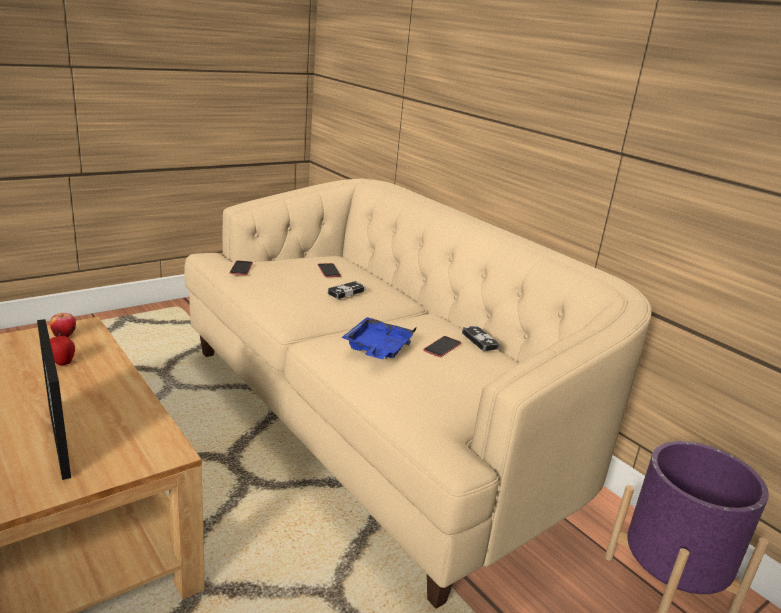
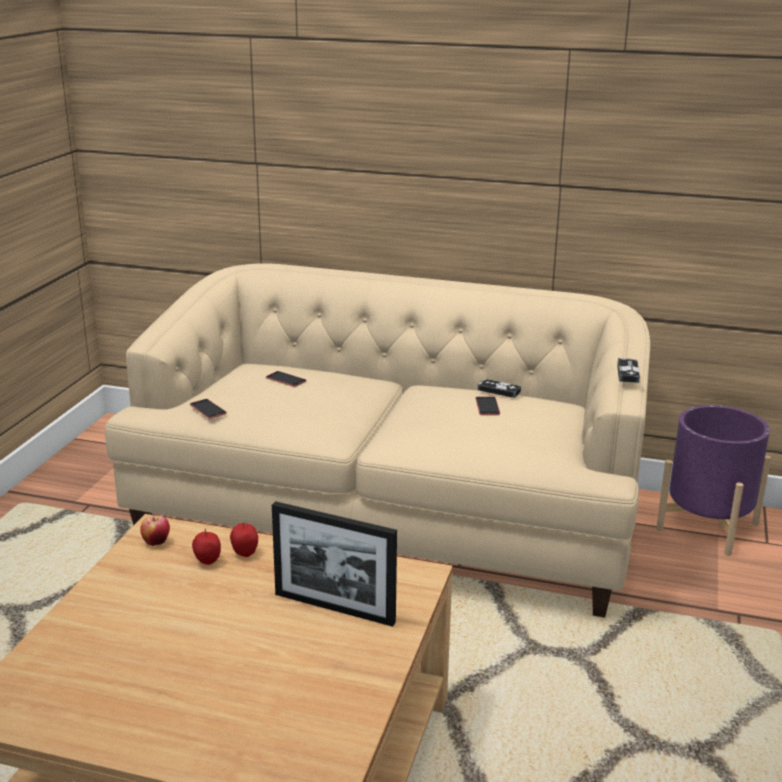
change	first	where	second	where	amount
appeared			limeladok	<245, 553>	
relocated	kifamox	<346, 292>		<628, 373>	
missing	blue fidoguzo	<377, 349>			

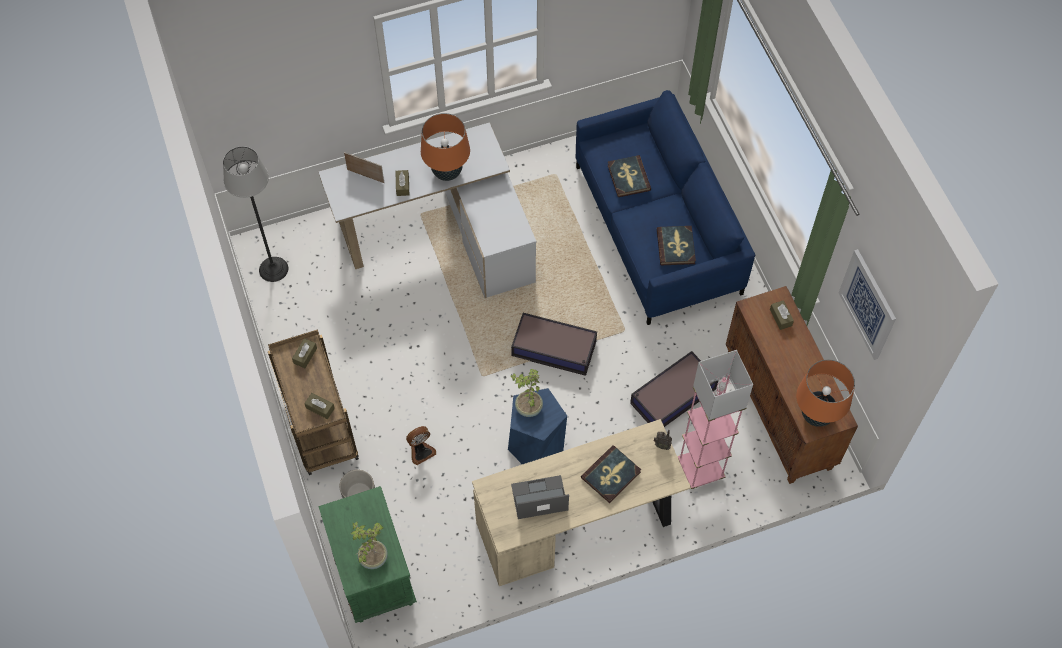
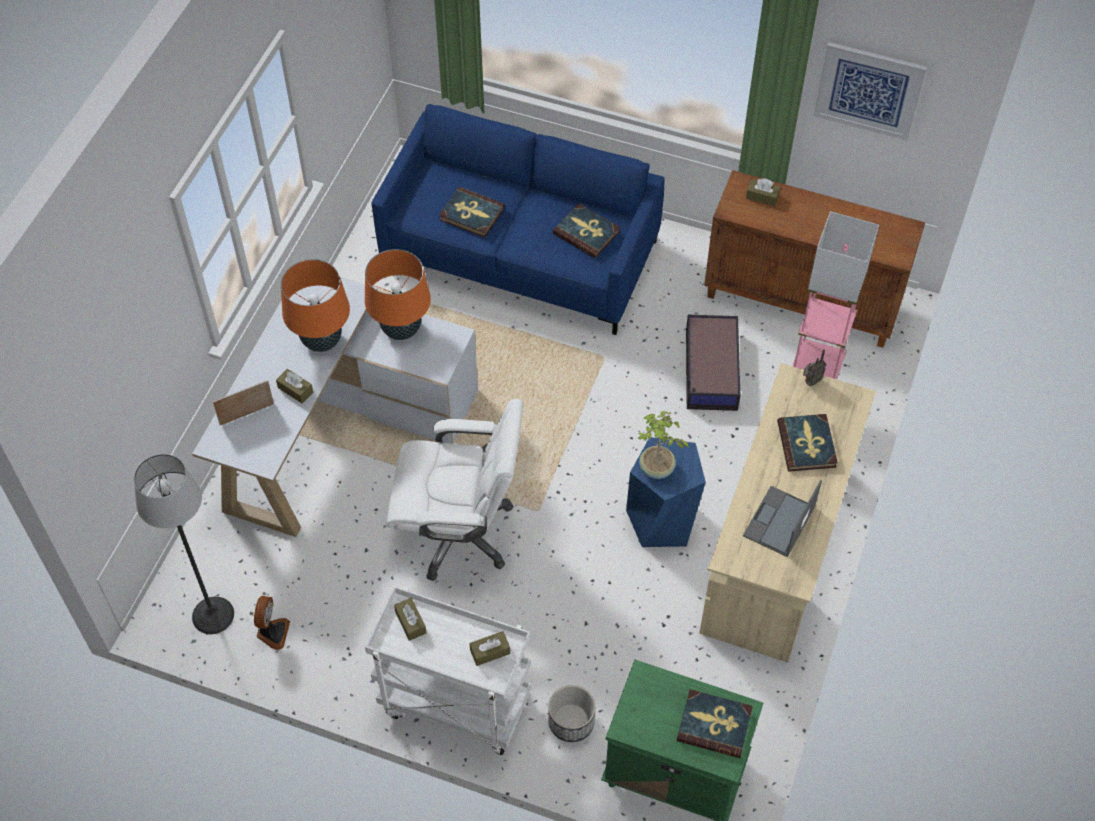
change	first	where	second	where	amount
relocated	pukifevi	<421, 451>		<272, 632>	
relocated	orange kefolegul	<816, 415>		<401, 329>	
colour	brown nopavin	<319, 427>	white nopavin	<453, 704>	
appeared			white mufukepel	<459, 531>	
exchanged	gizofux	<372, 558>	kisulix	<714, 725>	
missing	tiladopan	<555, 349>			

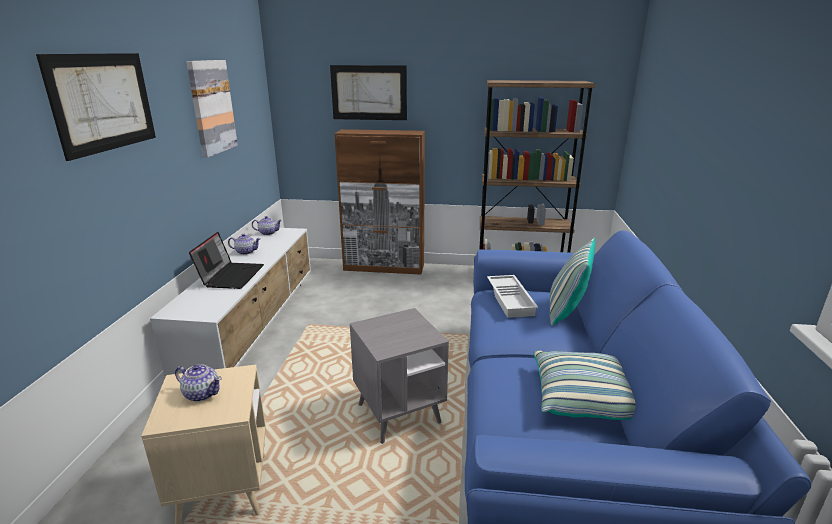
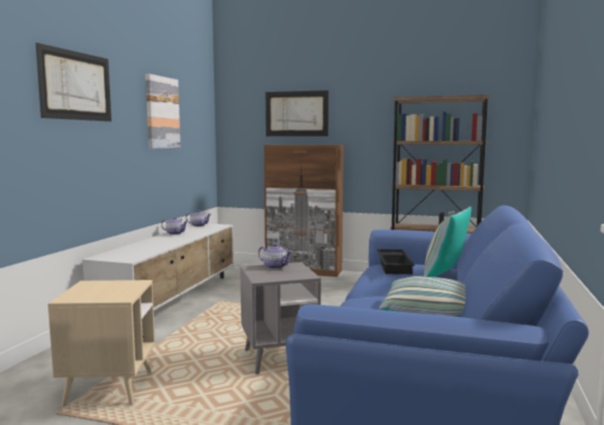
change	first	where	second	where	amount
relocated	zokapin	<202, 393>		<275, 267>	
colour	white fidoguzo	<511, 300>	black fidoguzo	<395, 265>	
missing	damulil	<231, 276>			

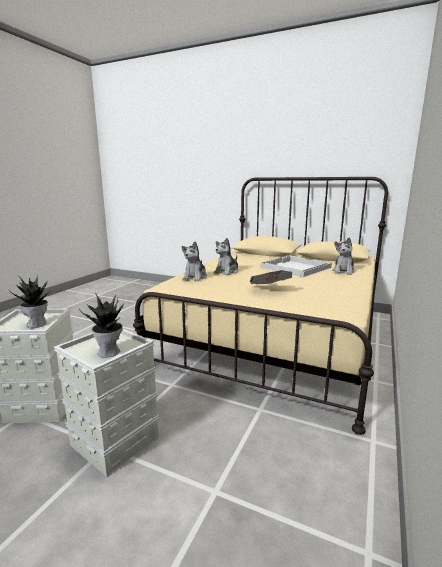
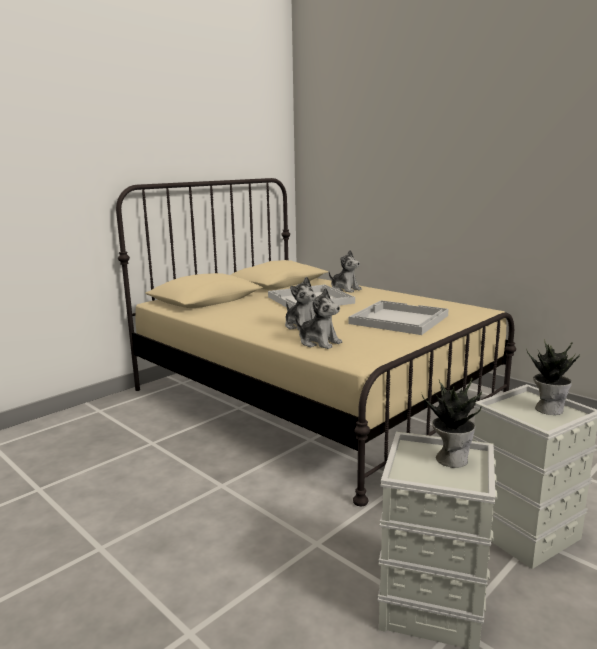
change	first	where	second	where	amount
exchanged	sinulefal	<270, 289>	white fidoguzo	<398, 319>	

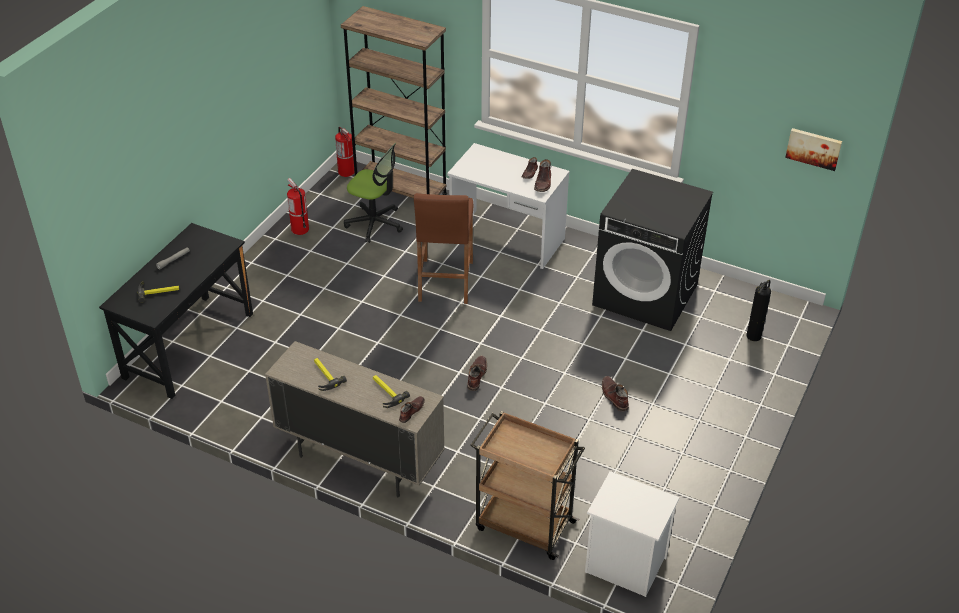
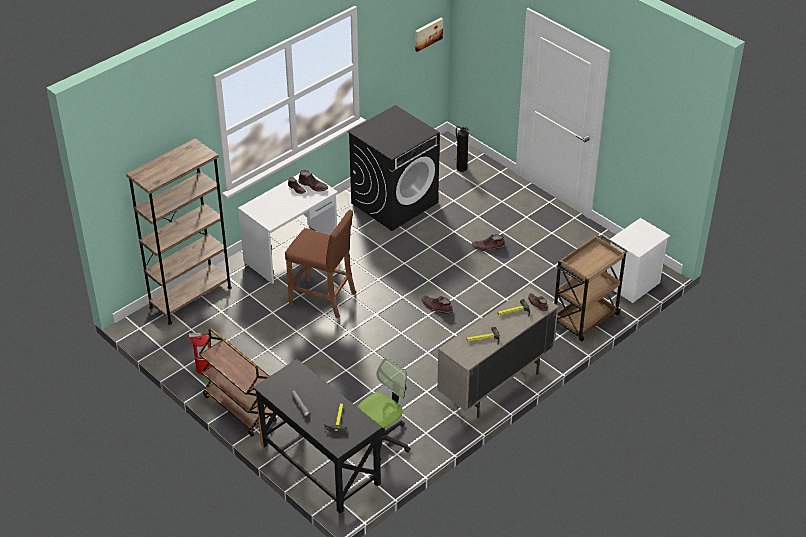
change	first	where	second	where	amount
appeared			brown nopavin	<239, 408>	
relocated	mufukepel	<375, 223>		<382, 440>	
missing	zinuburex	<346, 172>			

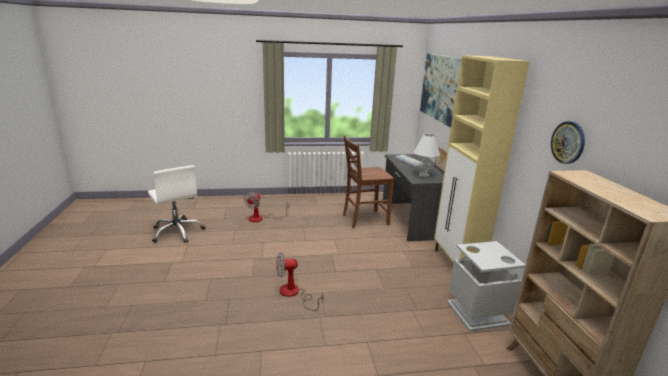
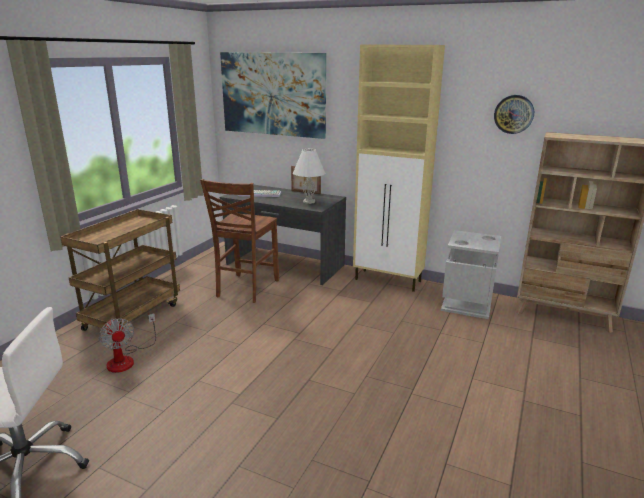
change	first	where	second	where	amount
appeared			brown nopavin	<133, 315>	
missing	pukifevi	<294, 294>			

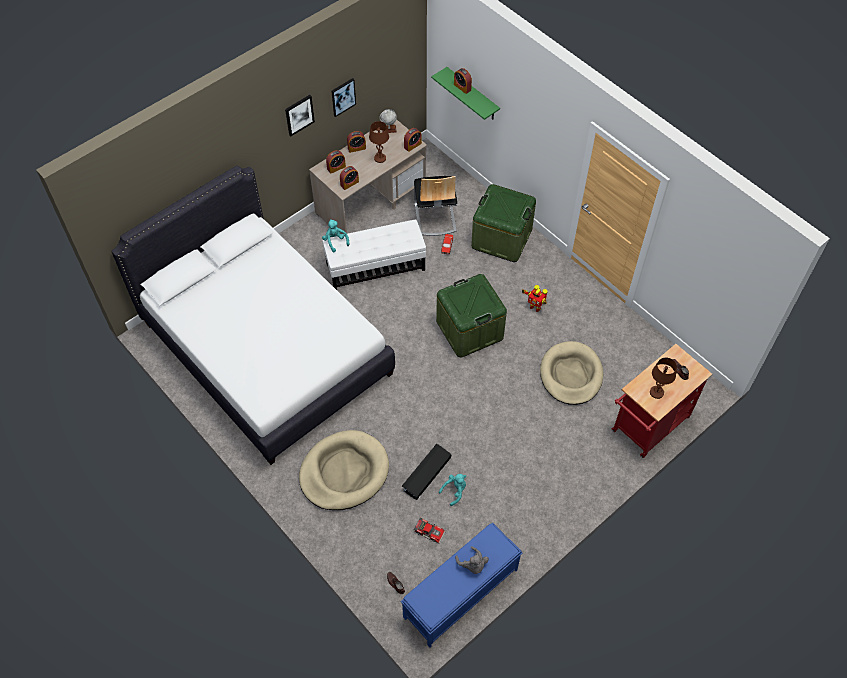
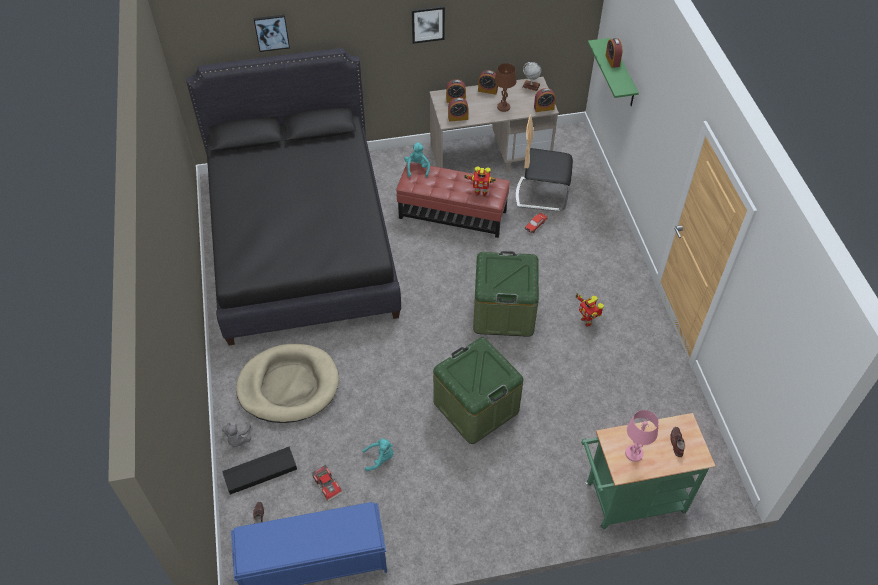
change	first	where	second	where	amount
colour	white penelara	<266, 348>	black penelara	<301, 242>	
relocated	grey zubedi	<472, 565>		<238, 439>	
relocated	black tiladopan	<426, 473>		<260, 472>	
relocated	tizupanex	<343, 97>		<271, 32>	
colour	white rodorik	<375, 266>	red rodorik	<452, 214>	
relocated	green tiladopan	<501, 238>		<476, 407>	
appeared			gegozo	<480, 192>	
spun	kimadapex	<434, 217>		<542, 194>	75 degrees clockwise
colour	red nopavin	<647, 428>	green nopavin	<628, 500>	
colour	brown kefolegul	<656, 392>	pink kefolegul	<634, 453>	
missing	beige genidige	<571, 375>			

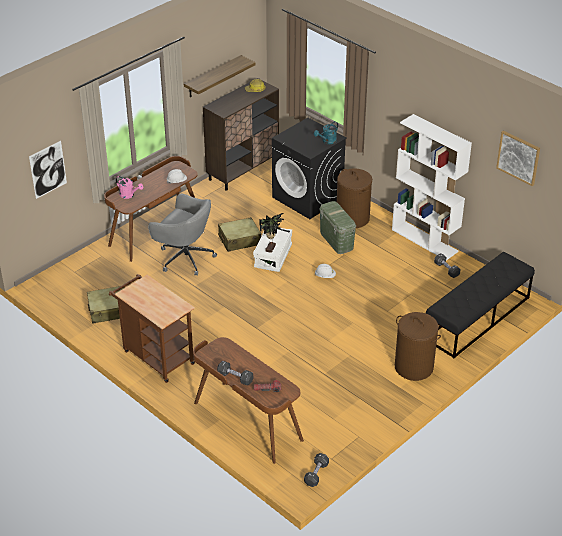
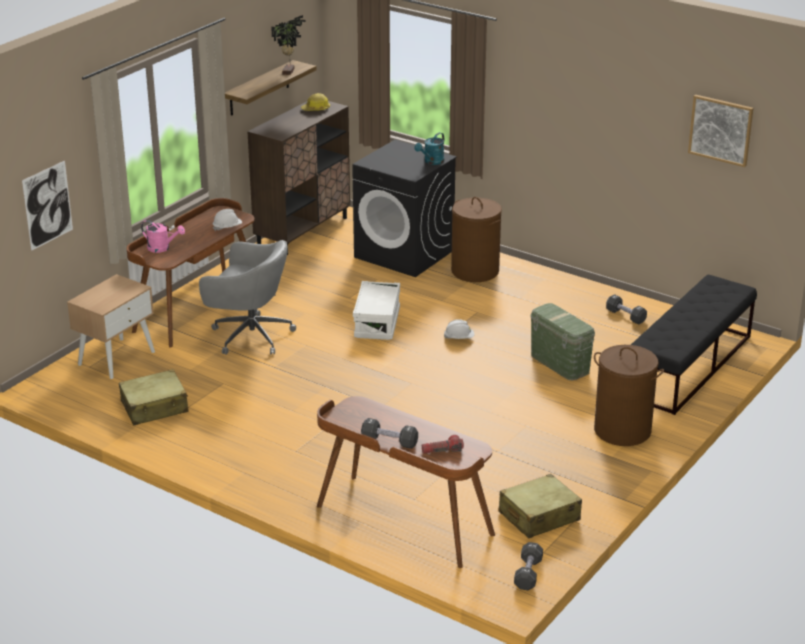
change	first	where	second	where	amount
appeared			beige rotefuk	<116, 358>	
relocated	gizofux	<271, 248>		<289, 71>	
relocated	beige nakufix	<239, 240>		<538, 516>	
relocated	green tiladopan	<336, 240>		<559, 363>	
missing	brown nopavin	<155, 356>			
missing	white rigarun	<425, 240>			

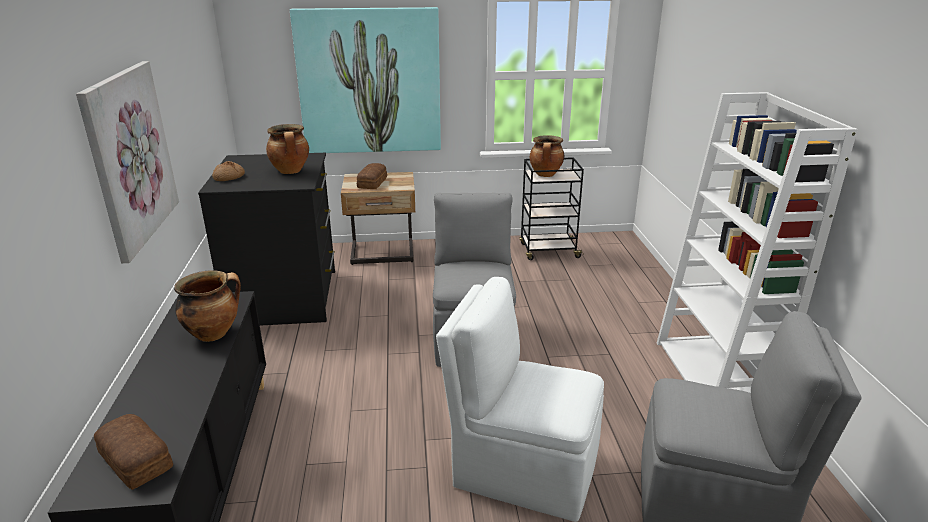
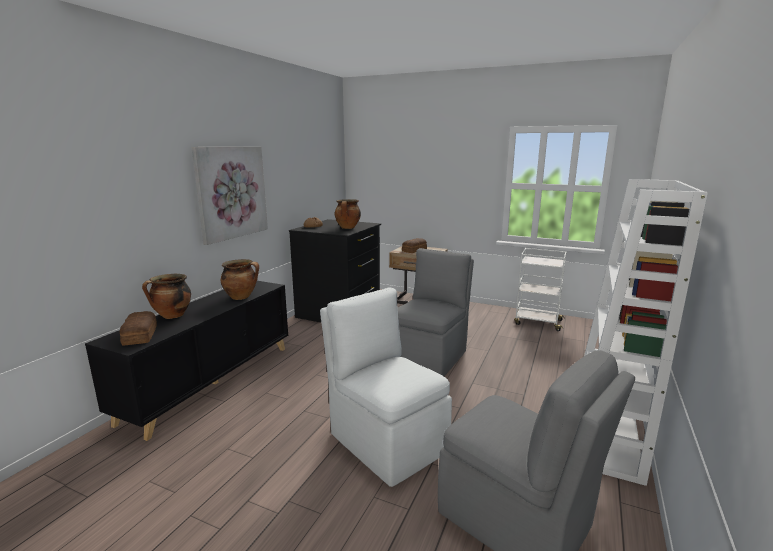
change	first	where	second	where	amount
relocated	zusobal	<546, 175>		<172, 316>	
colour	black nopavin	<548, 251>	white nopavin	<537, 322>	
missing	tizupanex	<369, 82>			

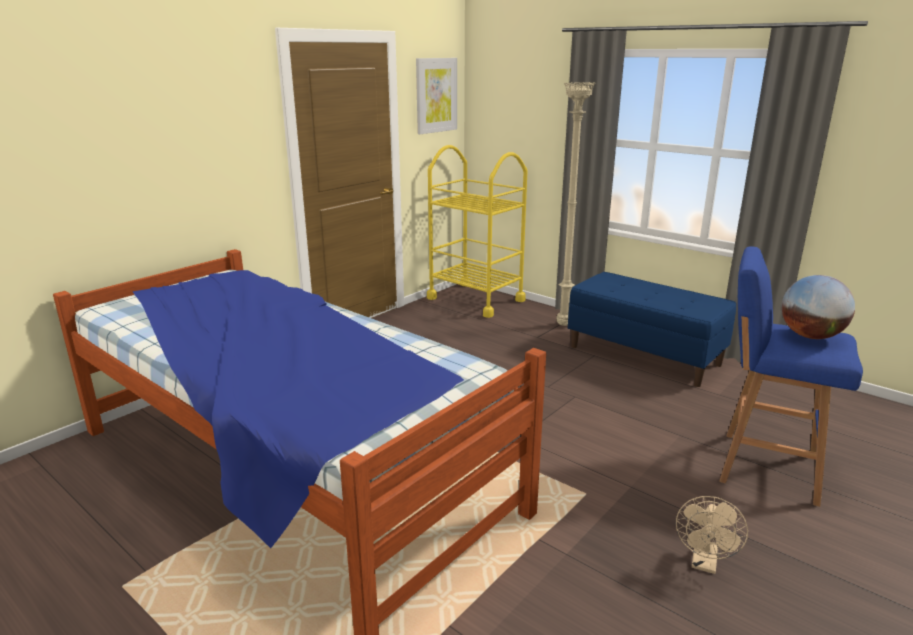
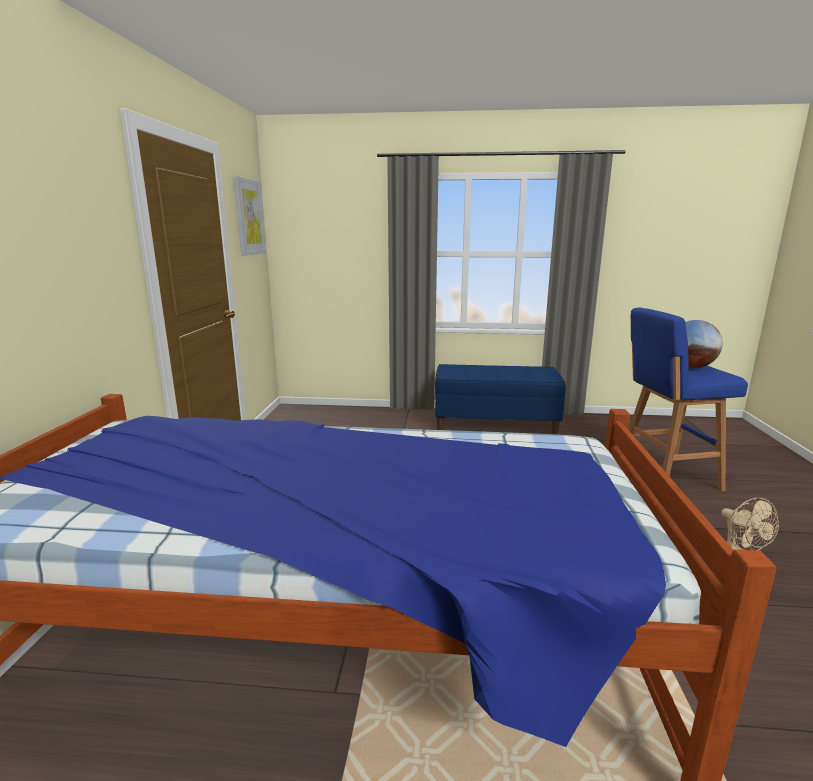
change	first	where	second	where	amount
missing	yellow nopavin	<475, 299>			
missing	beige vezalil	<562, 325>			

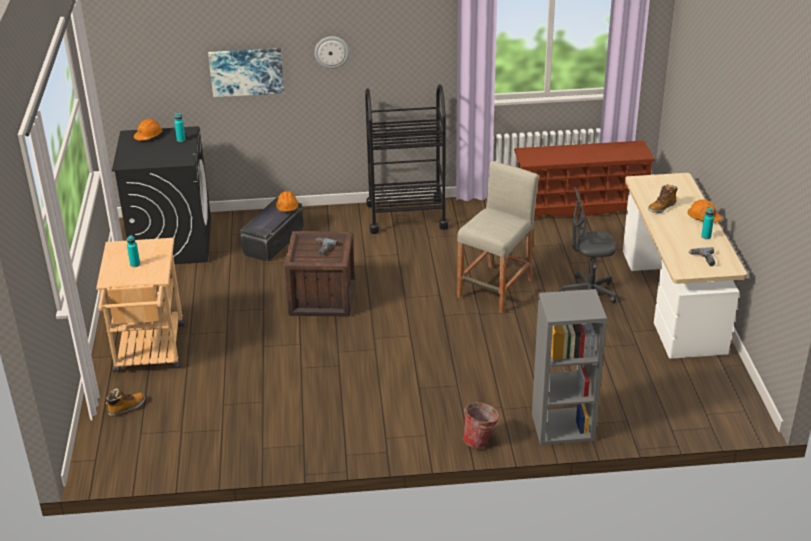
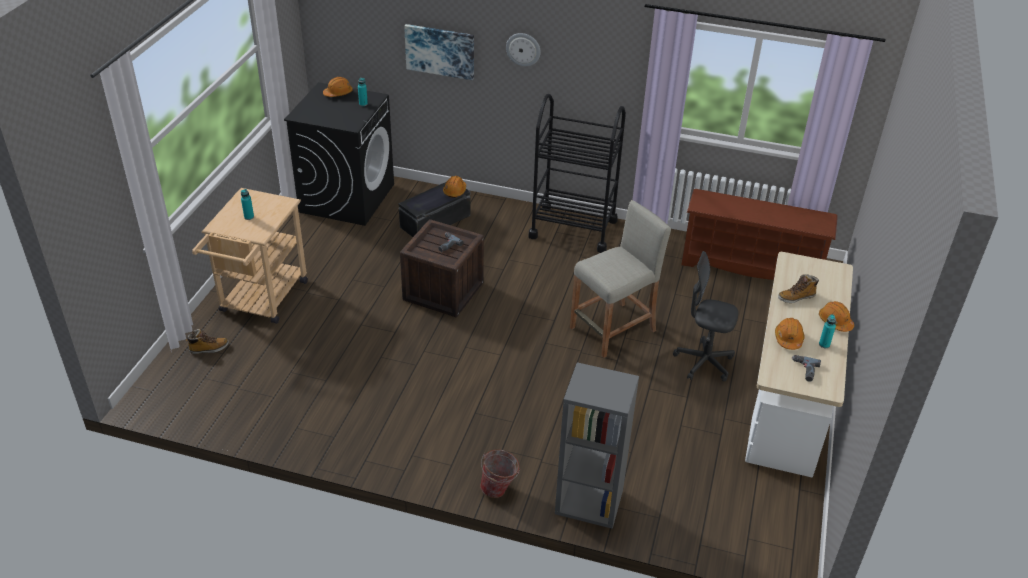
change	first	where	second	where	amount
appeared			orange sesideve	<788, 339>	

